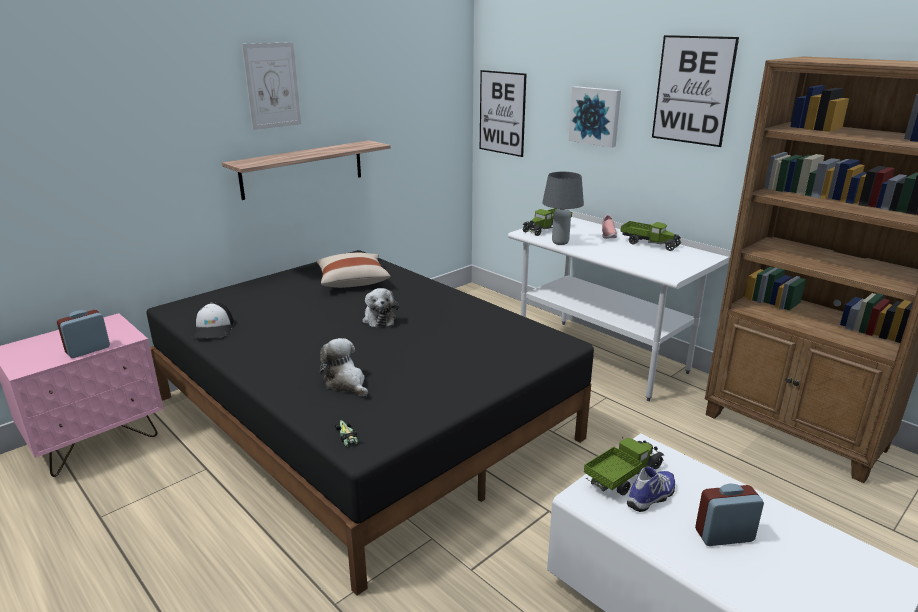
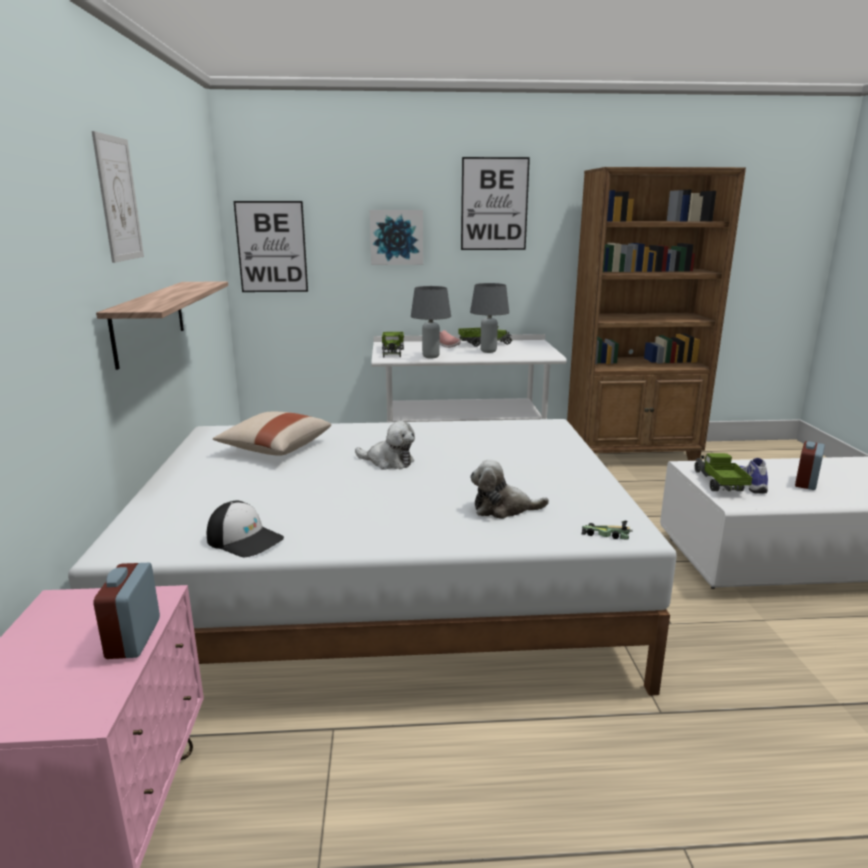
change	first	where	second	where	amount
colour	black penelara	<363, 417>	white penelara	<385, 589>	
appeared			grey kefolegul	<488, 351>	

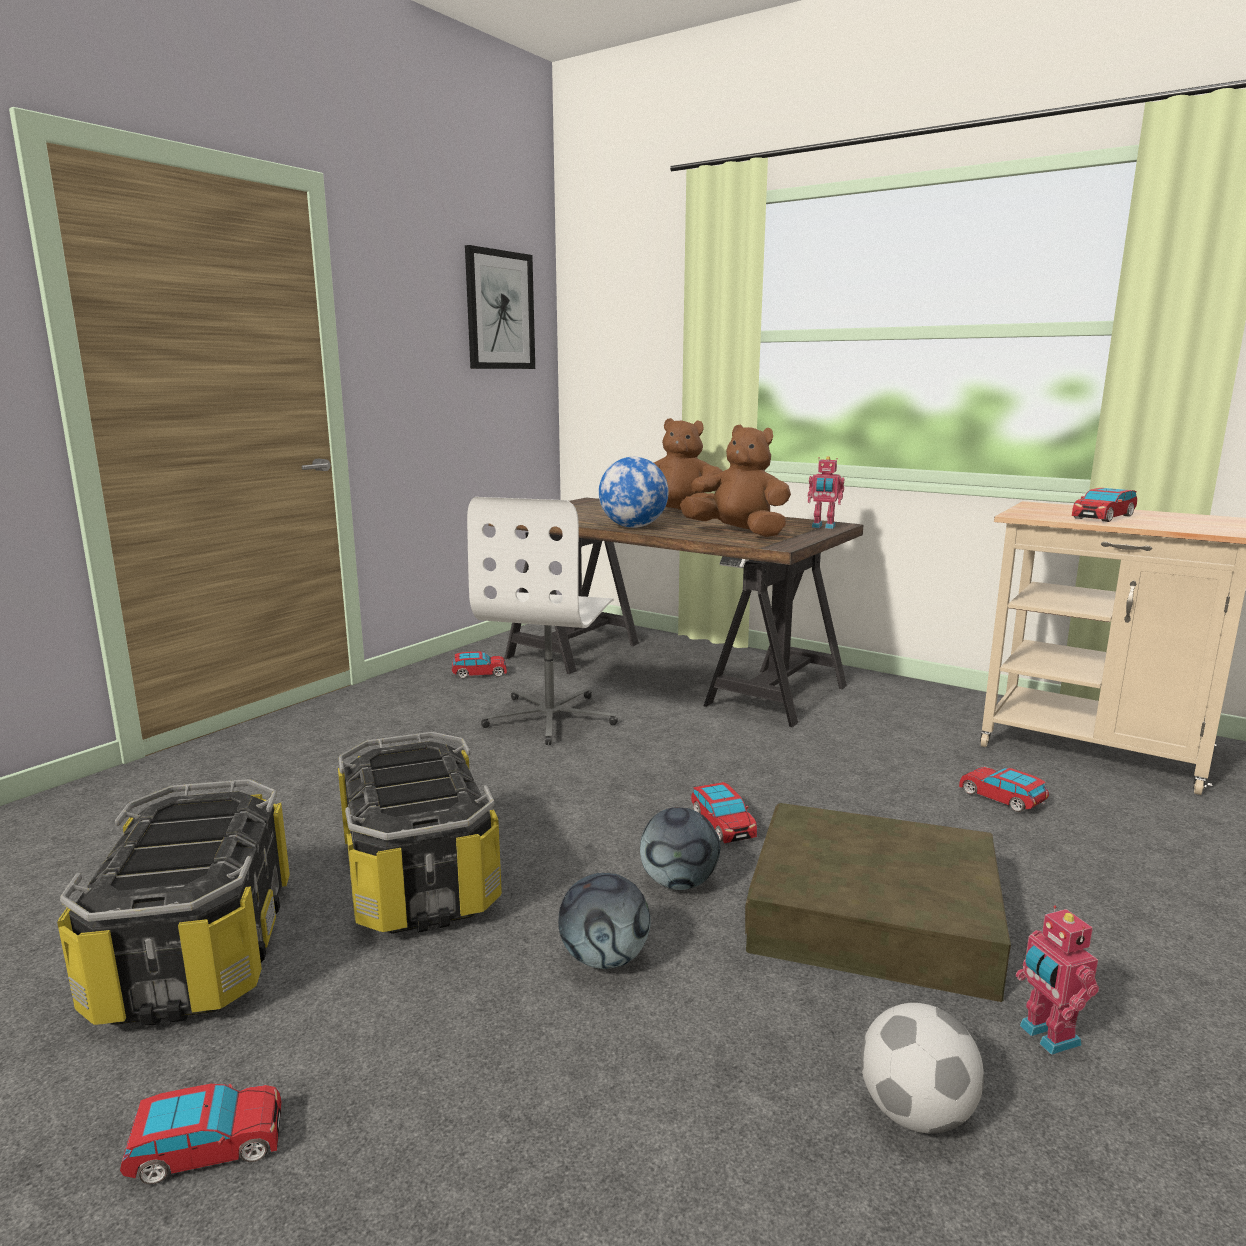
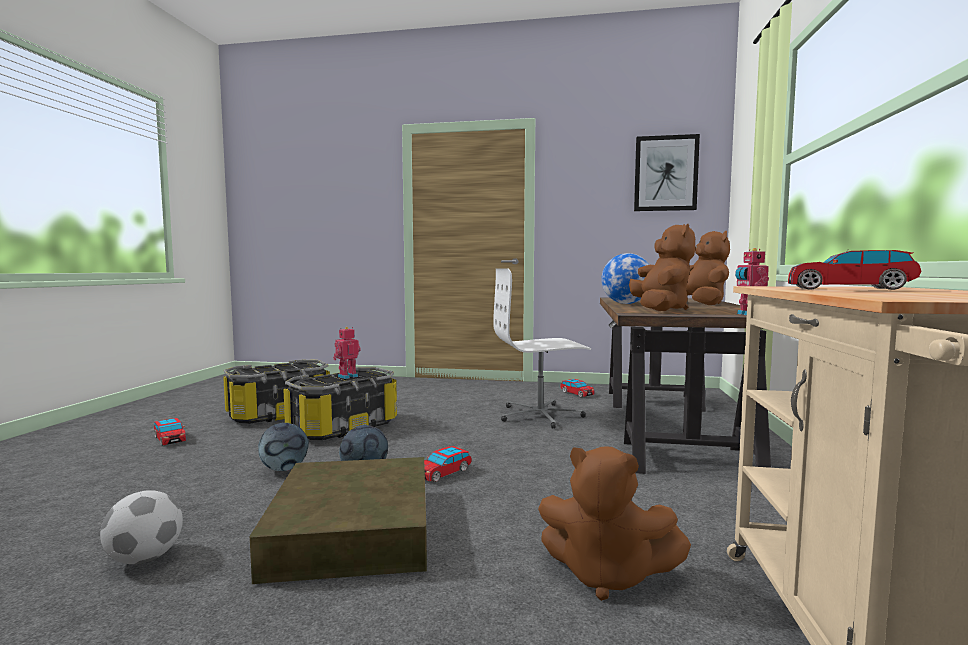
change	first	where	second	where	amount
relocated	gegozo	<1046, 1036>		<347, 376>	
exchanged	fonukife	<1002, 799>	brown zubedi	<606, 575>	

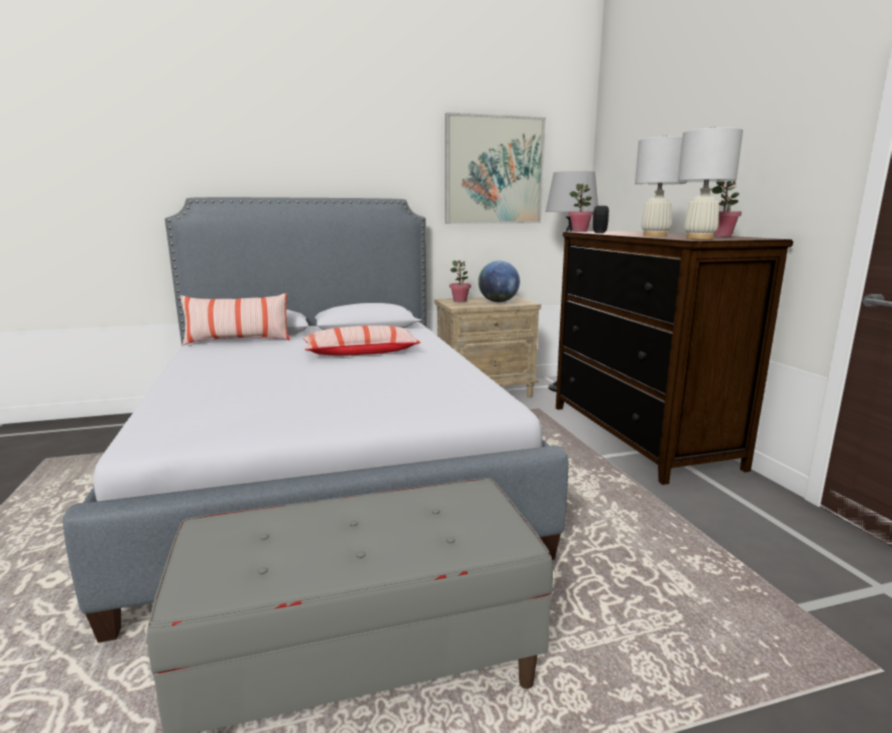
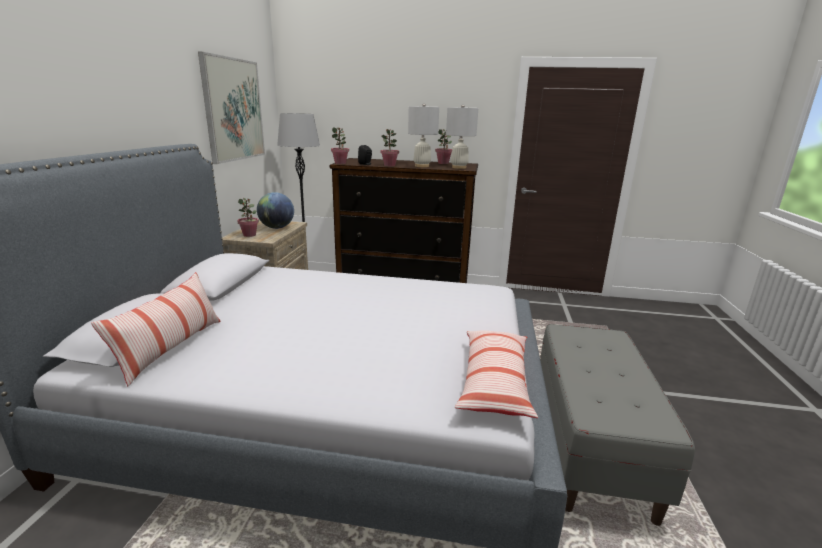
change	first	where	second	where	amount
appeared			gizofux	<389, 165>	
relocated	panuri	<361, 353>		<494, 382>	

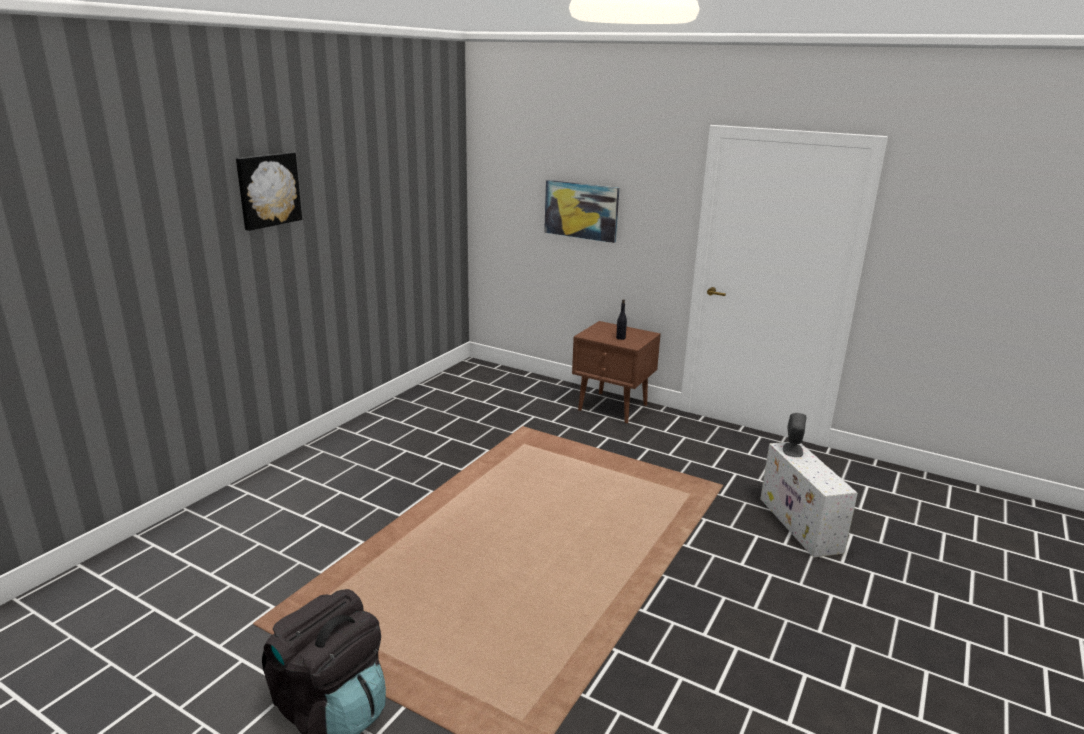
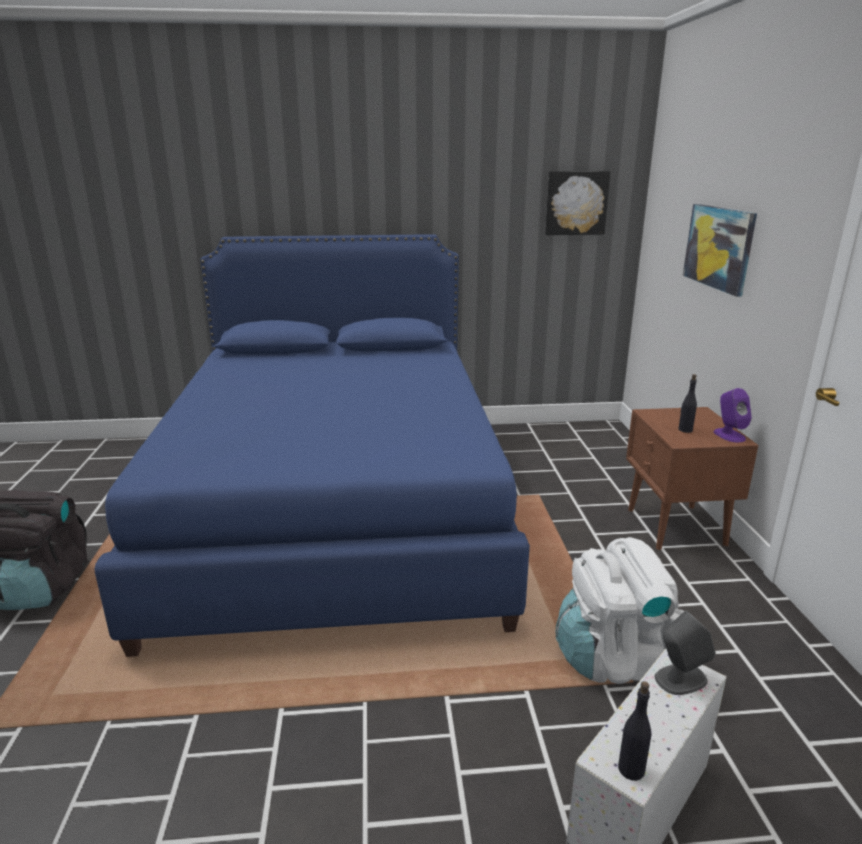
change	first	where	second	where	amount
appeared			blue penelara	<335, 509>	
relocated	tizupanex	<268, 190>		<576, 203>	
appeared			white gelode	<616, 658>	
appeared			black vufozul	<631, 769>	
appeared			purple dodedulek	<729, 435>	

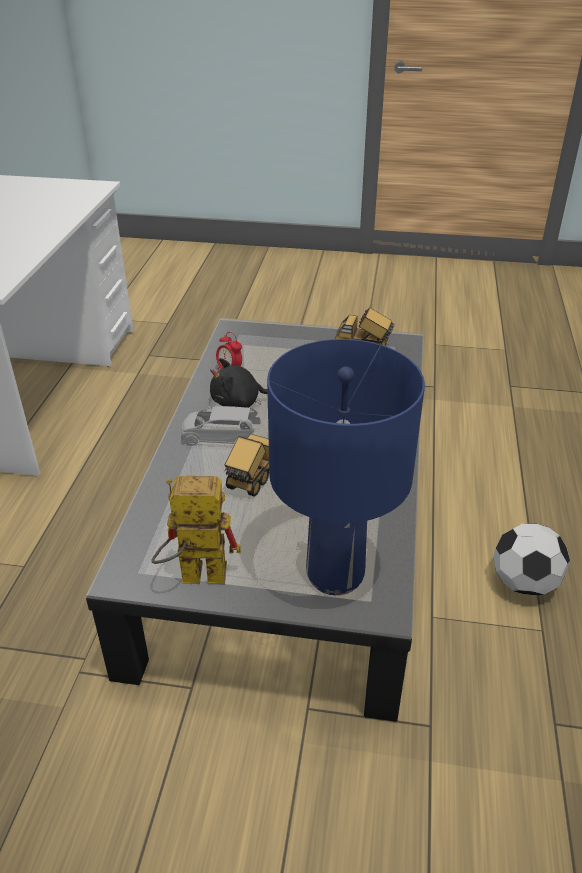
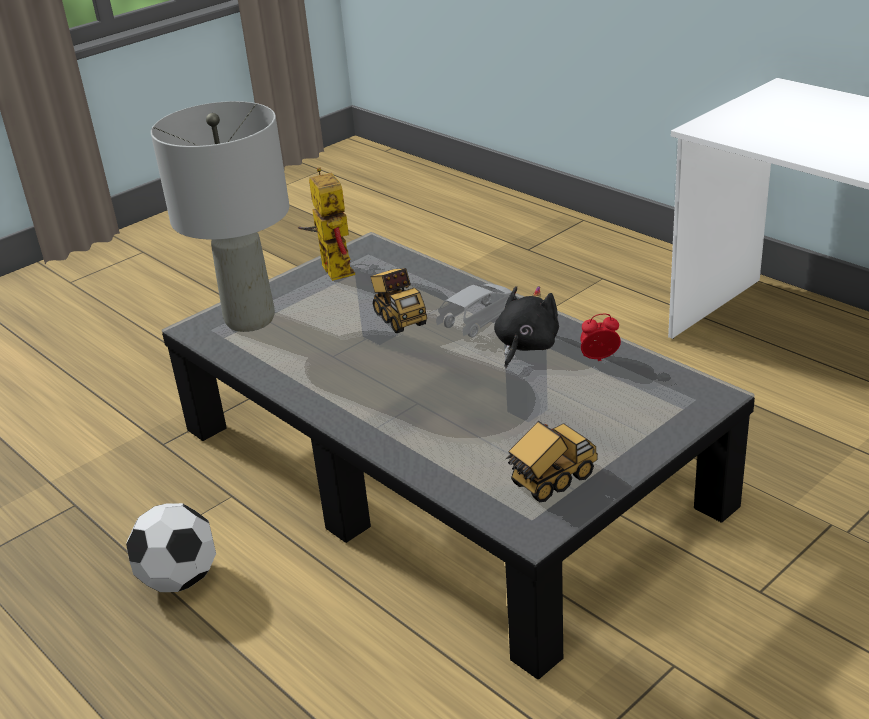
change	first	where	second	where	amount
colour	blue kefolegul	<334, 574>	grey kefolegul	<251, 319>	
spun	gegozo	<193, 577>		<331, 267>	60 degrees counterclockwise

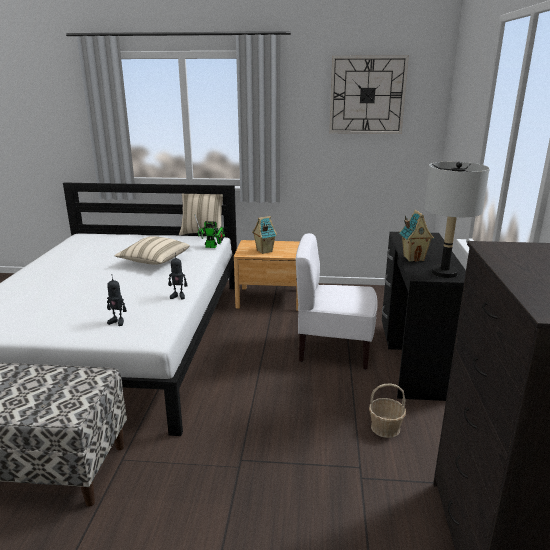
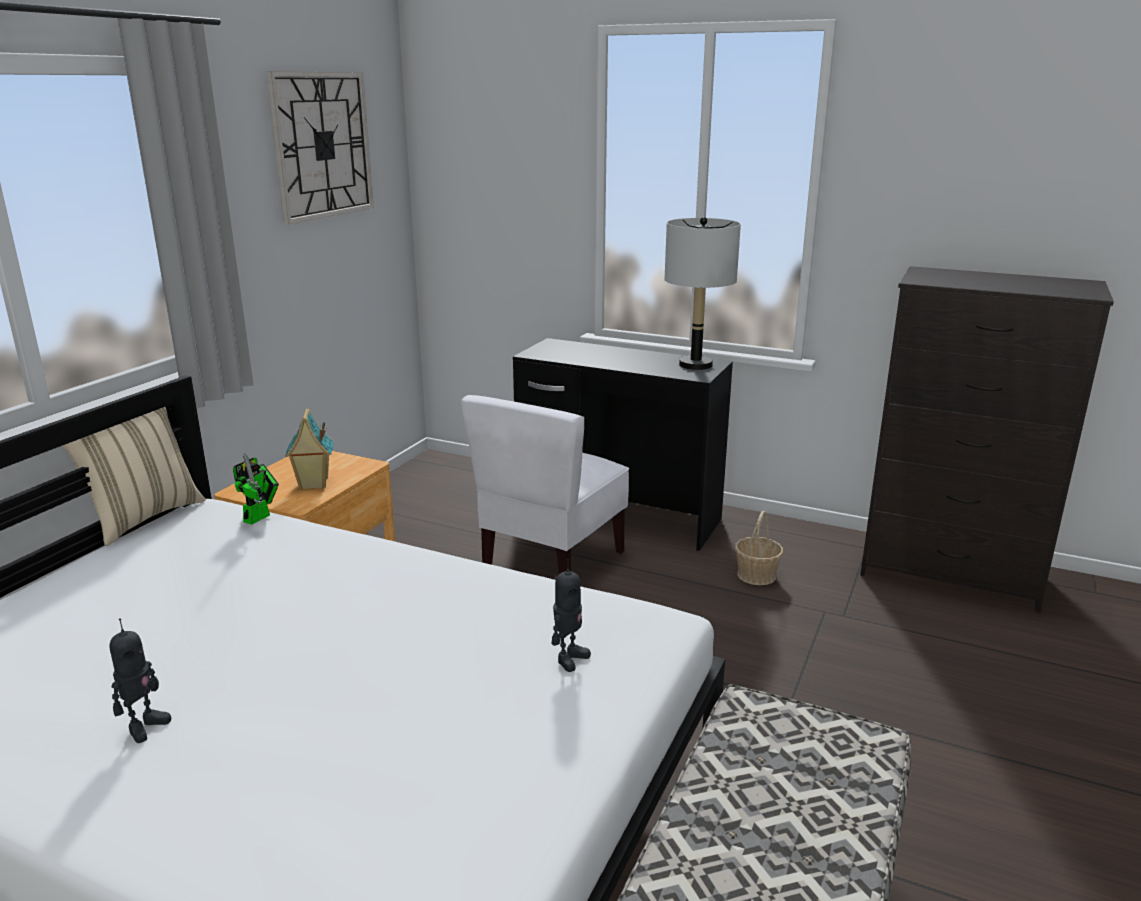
change	first	where	second	where	amount
relocated	gegozo	<178, 296>		<144, 726>	
missing	beige panuri	<154, 261>			
missing	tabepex	<413, 258>			

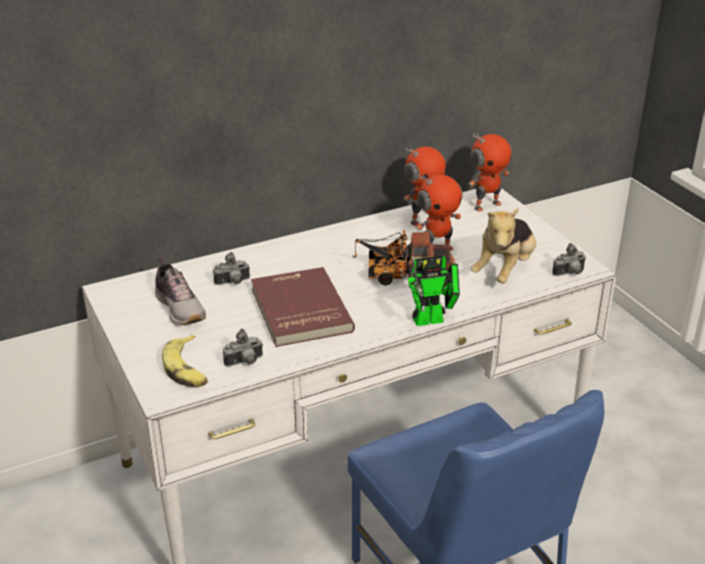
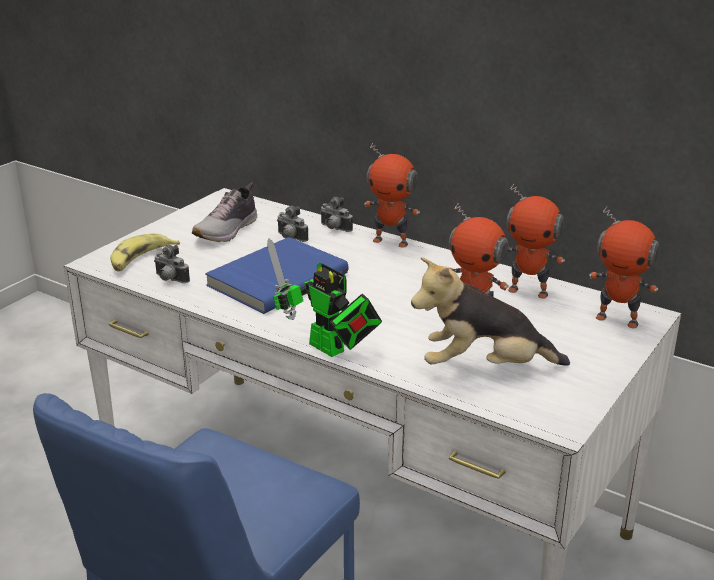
change	first	where	second	where	amount
colour	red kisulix	<299, 310>	blue kisulix	<276, 278>	
relocated	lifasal	<570, 273>		<334, 229>	
appeared			gegozo	<391, 241>	
missing	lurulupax	<403, 275>			

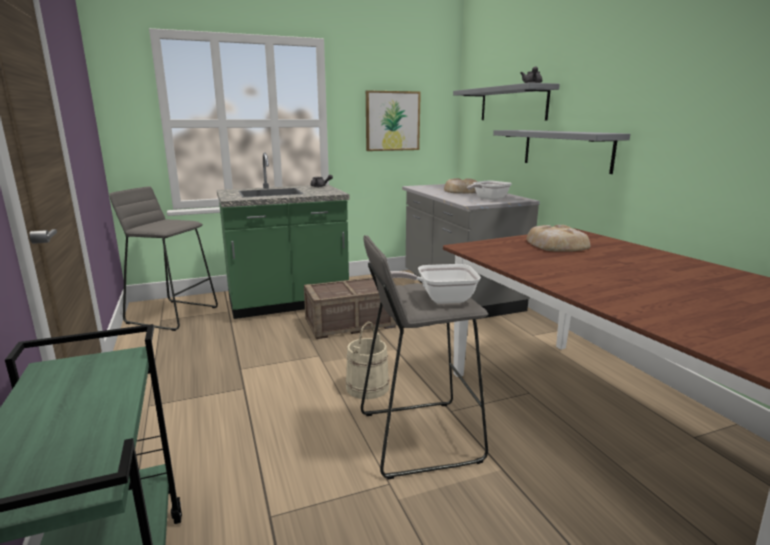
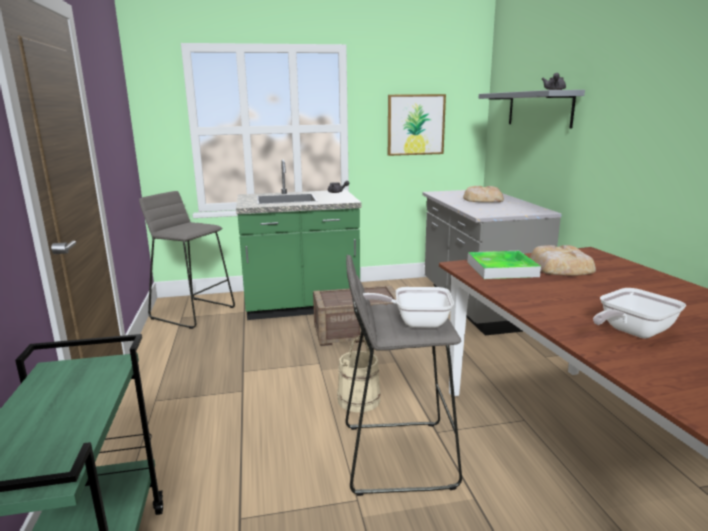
change	first	where	second	where	amount
appeared			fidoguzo	<501, 269>	
relocated	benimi	<488, 199>		<631, 332>	
missing	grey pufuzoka	<566, 149>			

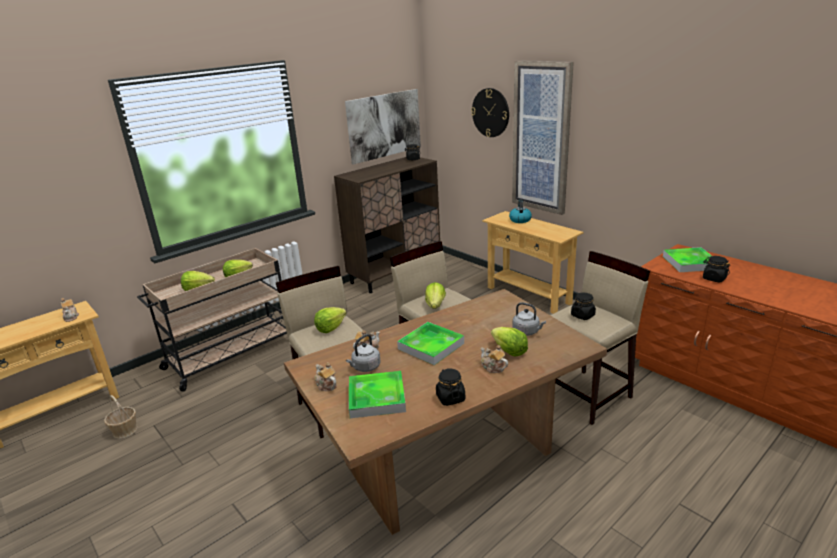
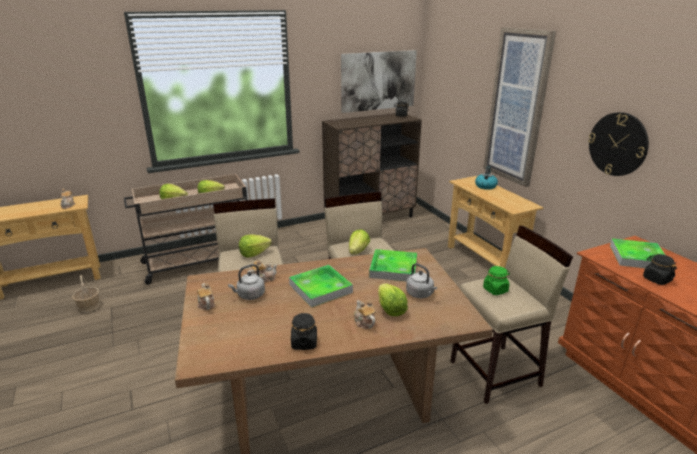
change	first	where	second	where	amount
relocated	fidoguzo	<377, 397>		<393, 268>	
colour	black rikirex	<582, 315>	green rikirex	<495, 290>	
relocated	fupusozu	<490, 112>		<618, 144>	

